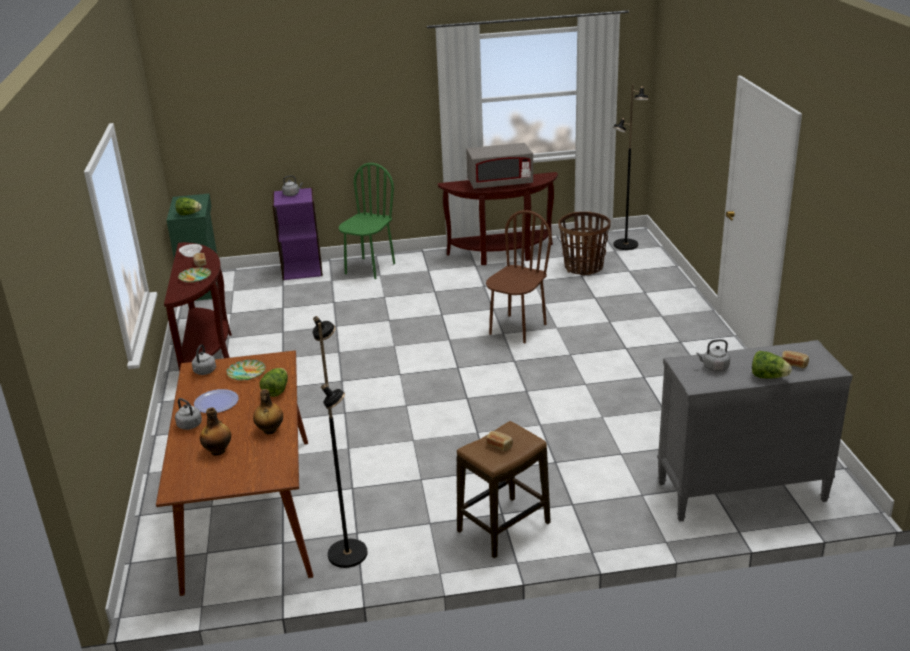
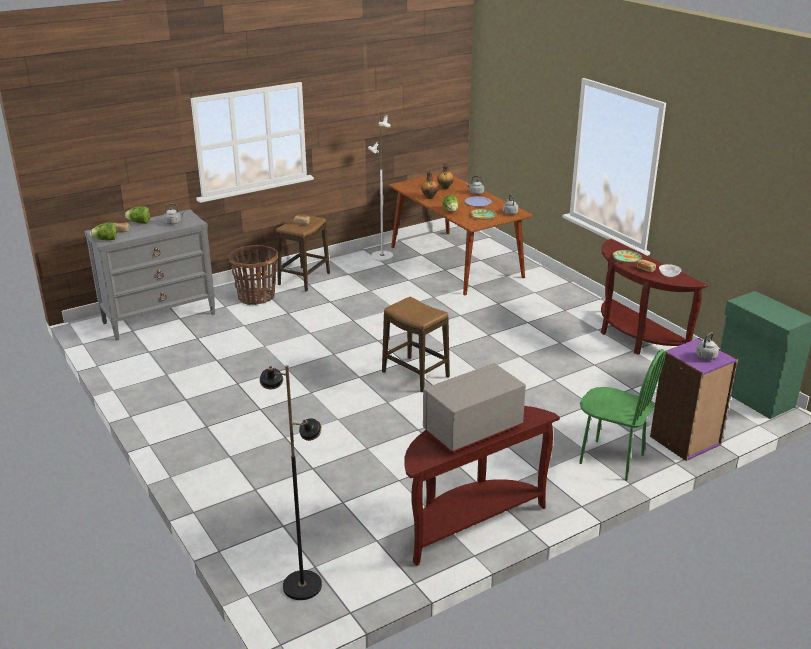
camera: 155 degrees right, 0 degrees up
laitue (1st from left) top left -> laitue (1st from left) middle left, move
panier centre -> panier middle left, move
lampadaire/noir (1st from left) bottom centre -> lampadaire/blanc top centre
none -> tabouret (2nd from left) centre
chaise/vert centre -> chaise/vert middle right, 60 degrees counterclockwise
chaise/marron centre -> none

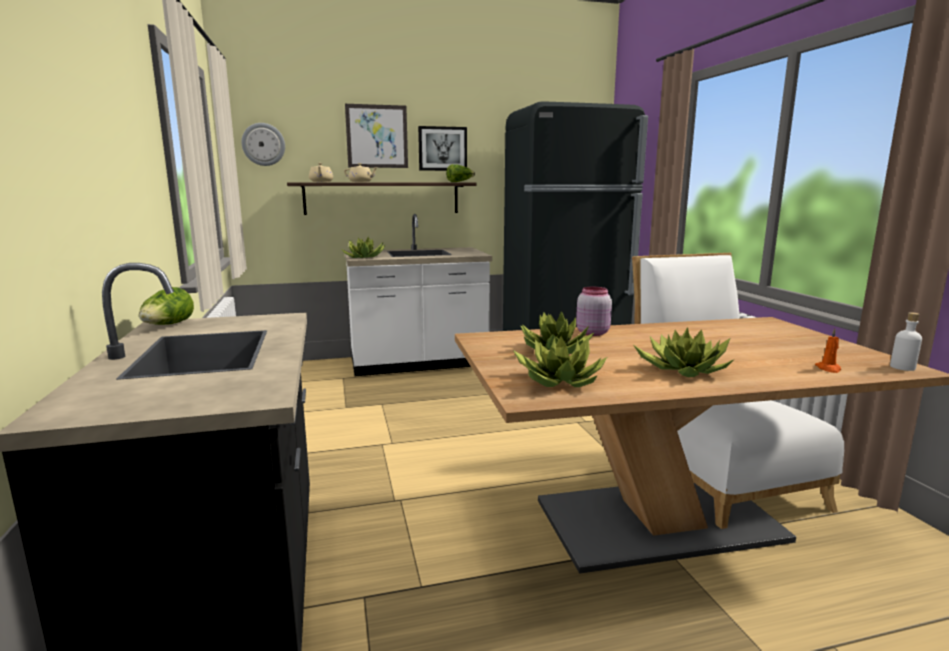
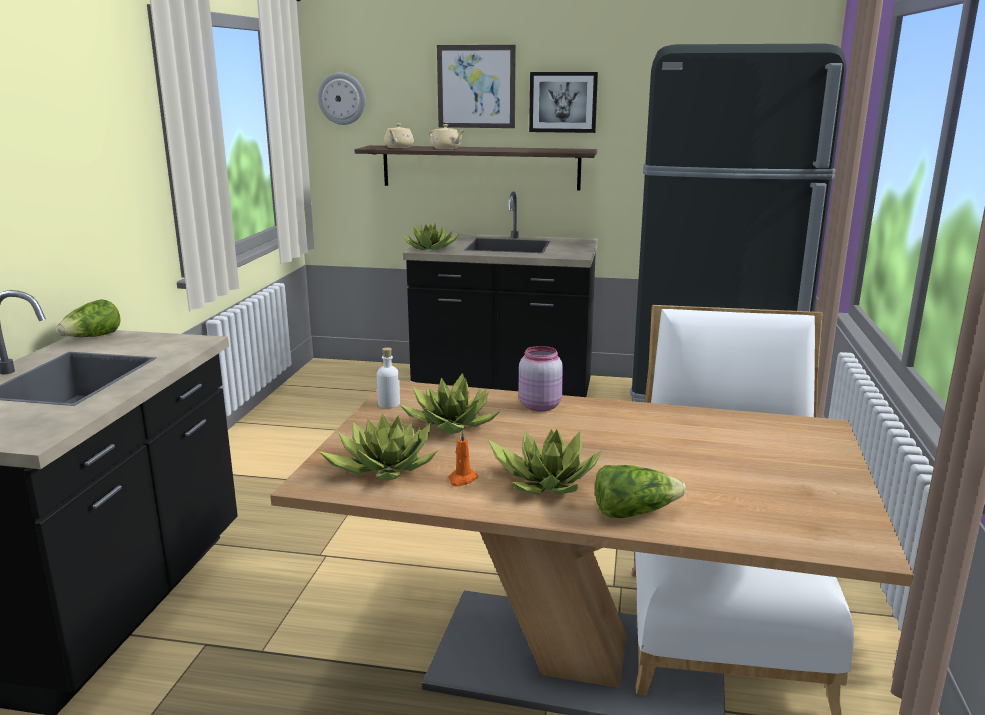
camera: 25 degrees right, 5 degrees up
bouteille/blanc middle right -> bouteille/blanc centre, move
comptoir de cuisine/blanc centre -> comptoir de cuisine/noir (2nd from left) centre
bougie/orange middle right -> bougie/orange centre, move
laitue (2nd from left) top centre -> laitue (2nd from left) bottom centre, move

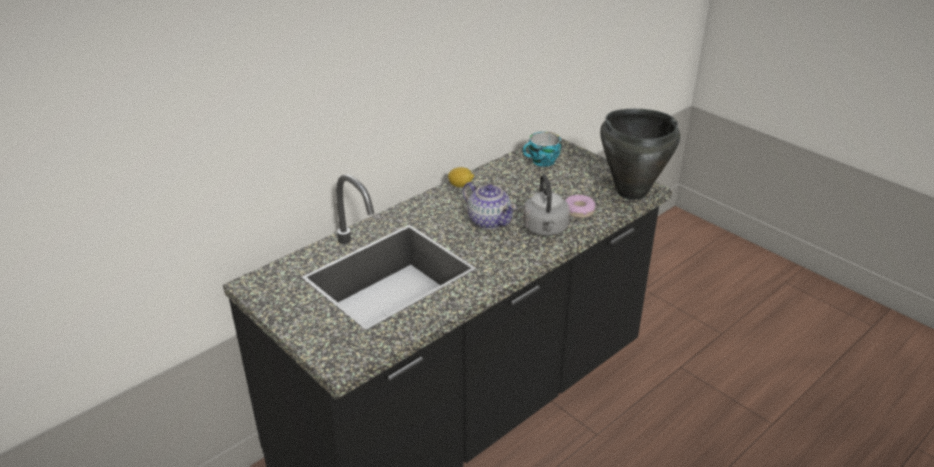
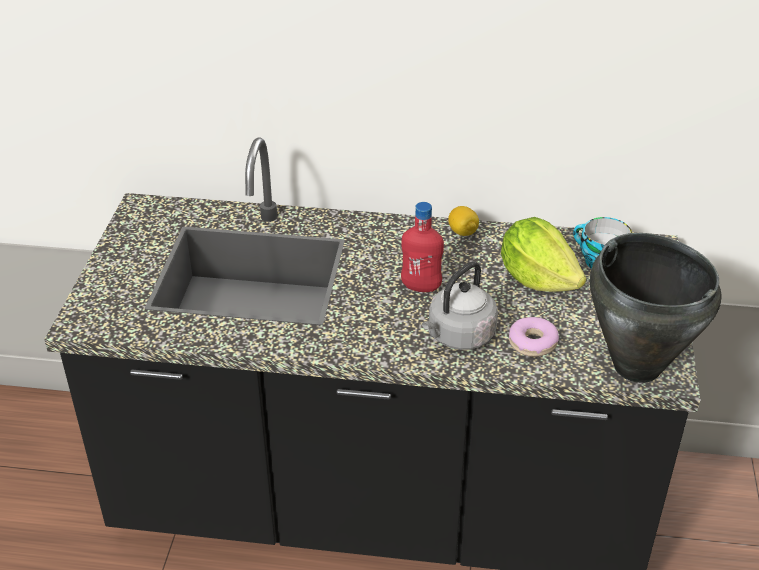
camera: 50 degrees right, 5 degrees up
théière centre -> bouteille/rouge centre
none -> laitue middle right

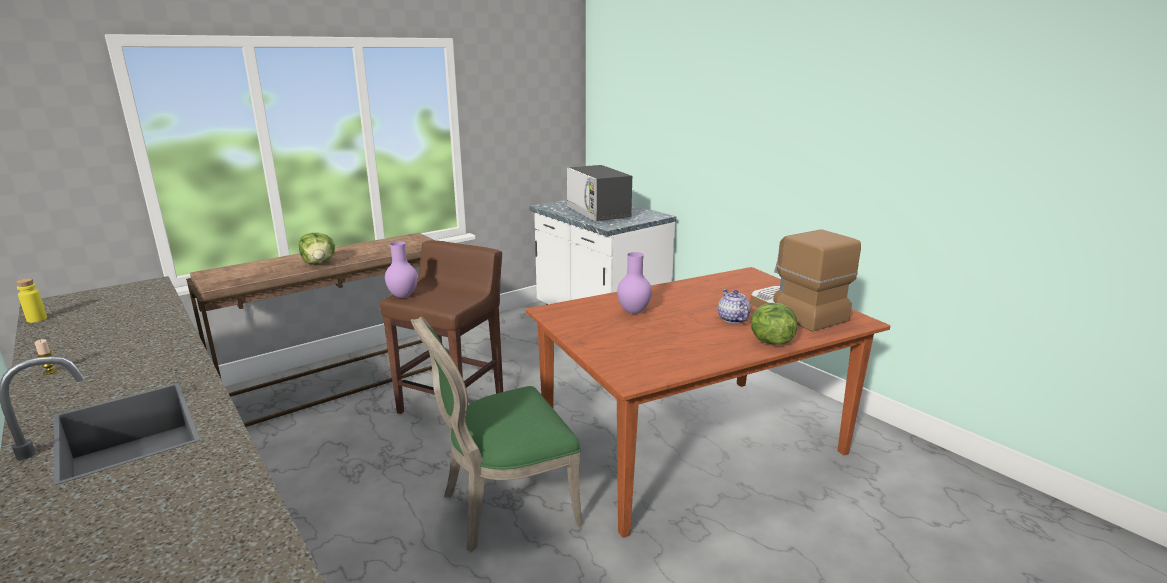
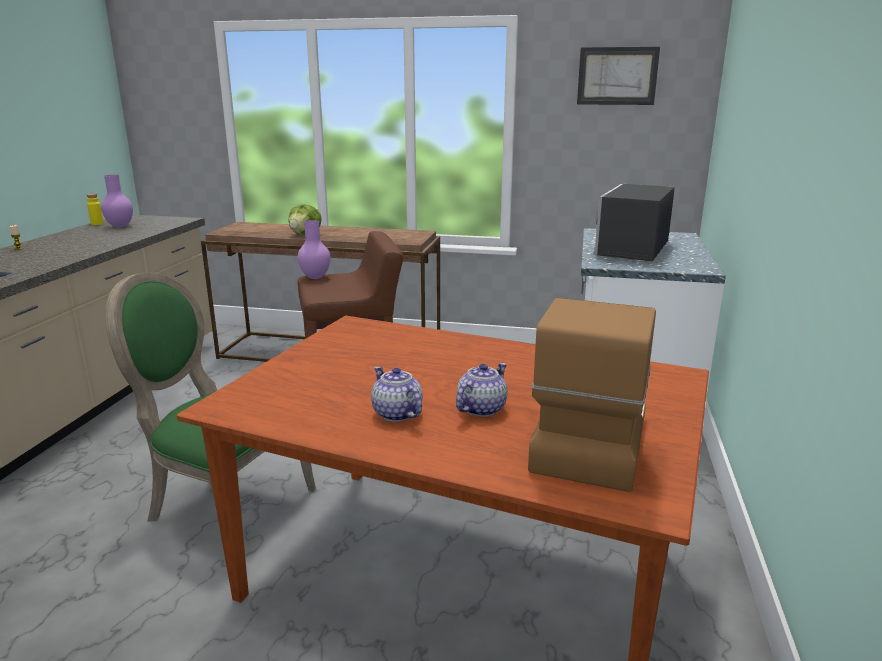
camera: 50 degrees right, 0 degrees up
vase/violet (2nd from left in the first image) centre -> vase/violet (1st from left) top left, move
none -> théière (1st from left) centre
none -> tableau top right
laitue (2nd from left) centre -> none

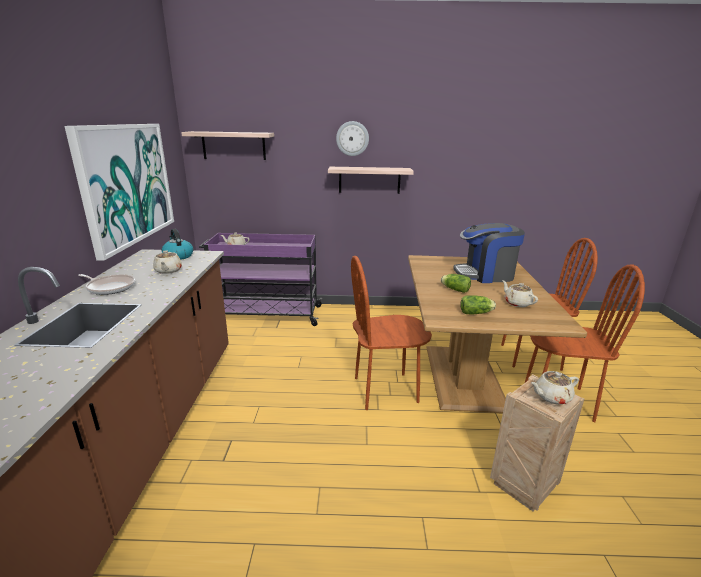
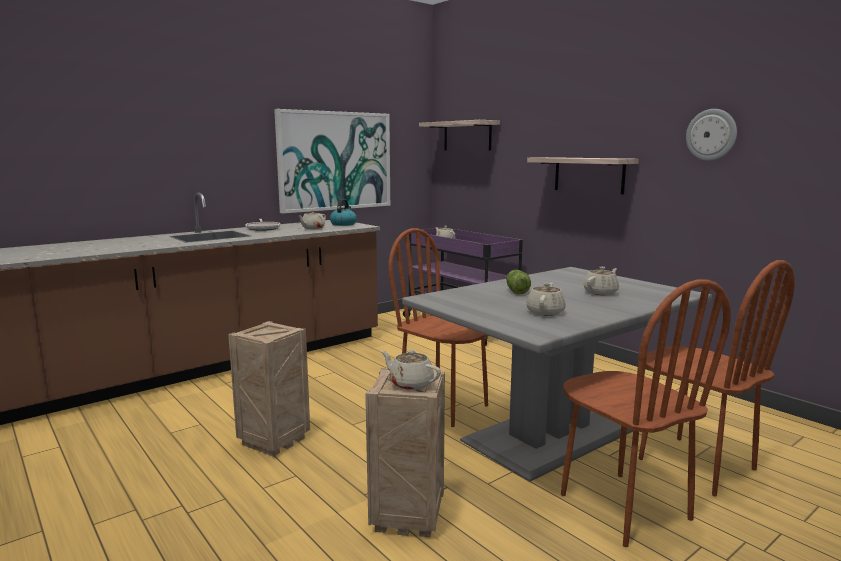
camera: 50 degrees right, 10 degrees down
none -> caisse (1st from left) bottom left
table à manger/marron middle right -> table à manger/gris bottom centre
machine à café middle right -> théière/beige (5th from left) middle right
horloge murale top centre -> horloge murale top right, move
laitue (2nd from left) middle right -> none

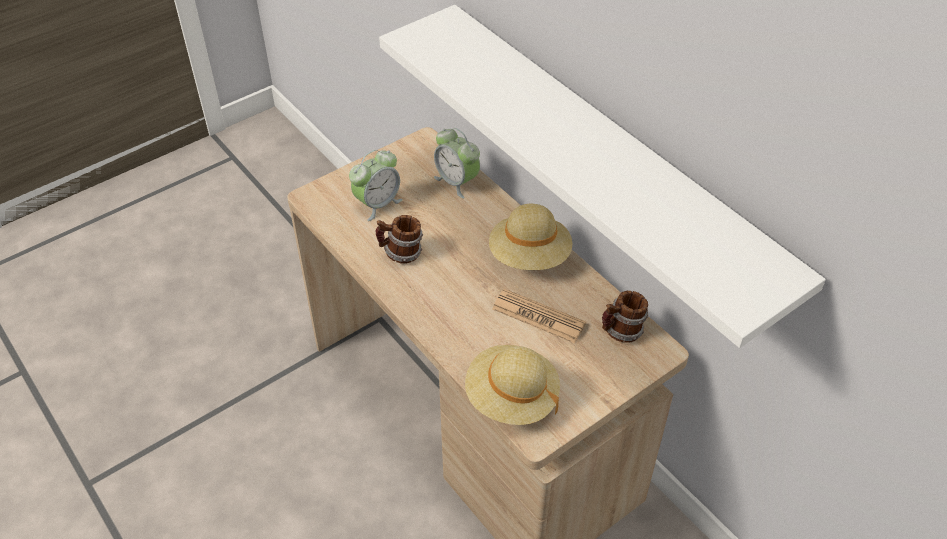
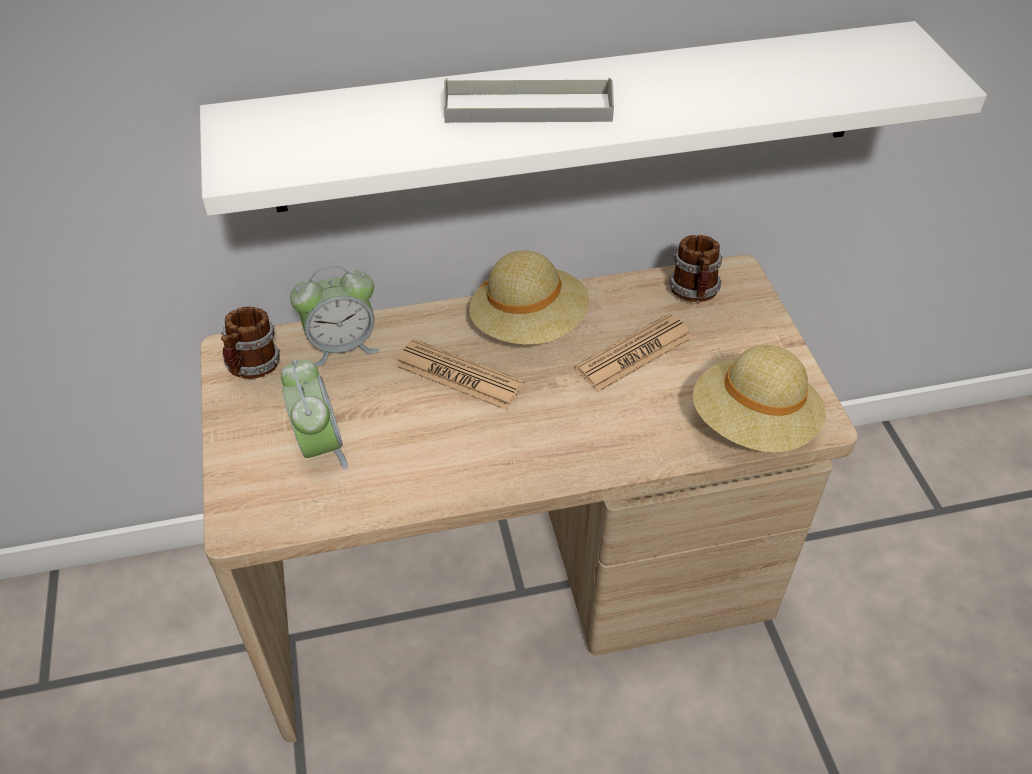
camera: 65 degrees left, 0 degrees up
mug (1st from left) centre -> mug (1st from left) middle left, move
none -> journal (1st from left) centre
none -> plateau/gris top centre

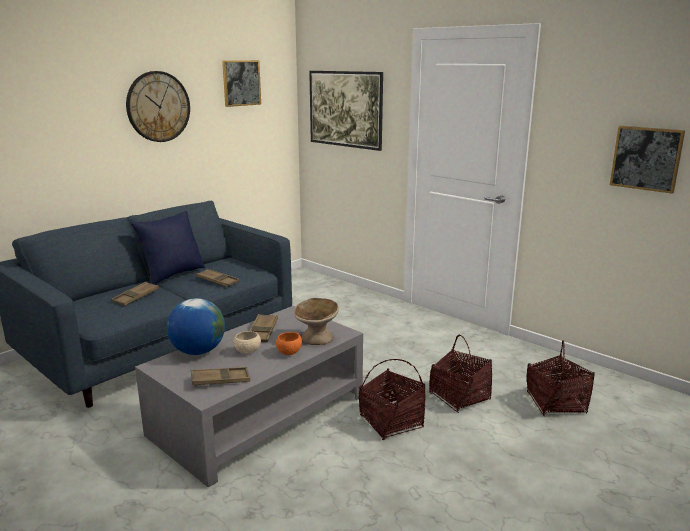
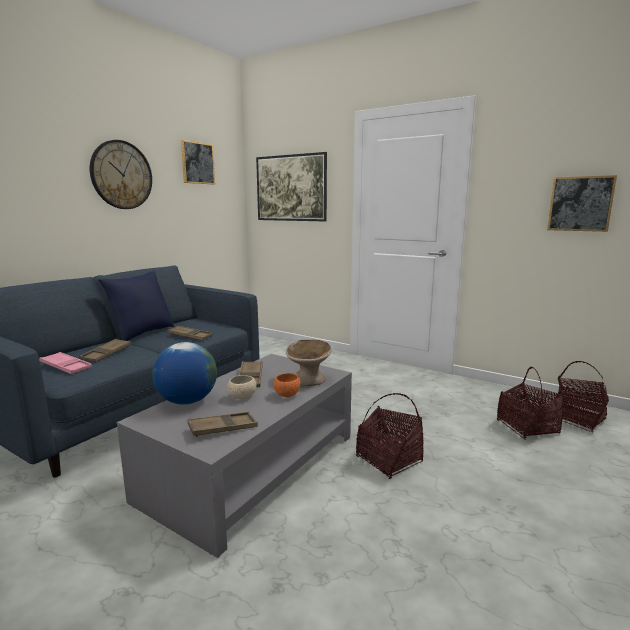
camera: 10 degrees left, 5 degrees down
none -> plateau/rose middle left
panier (2nd from left in the first image) bottom right -> panier (3rd from left) middle right, move

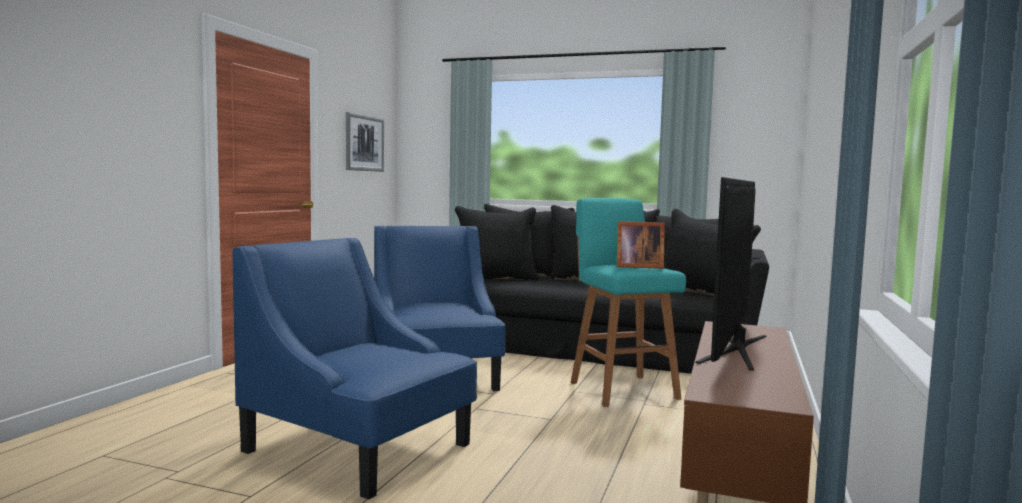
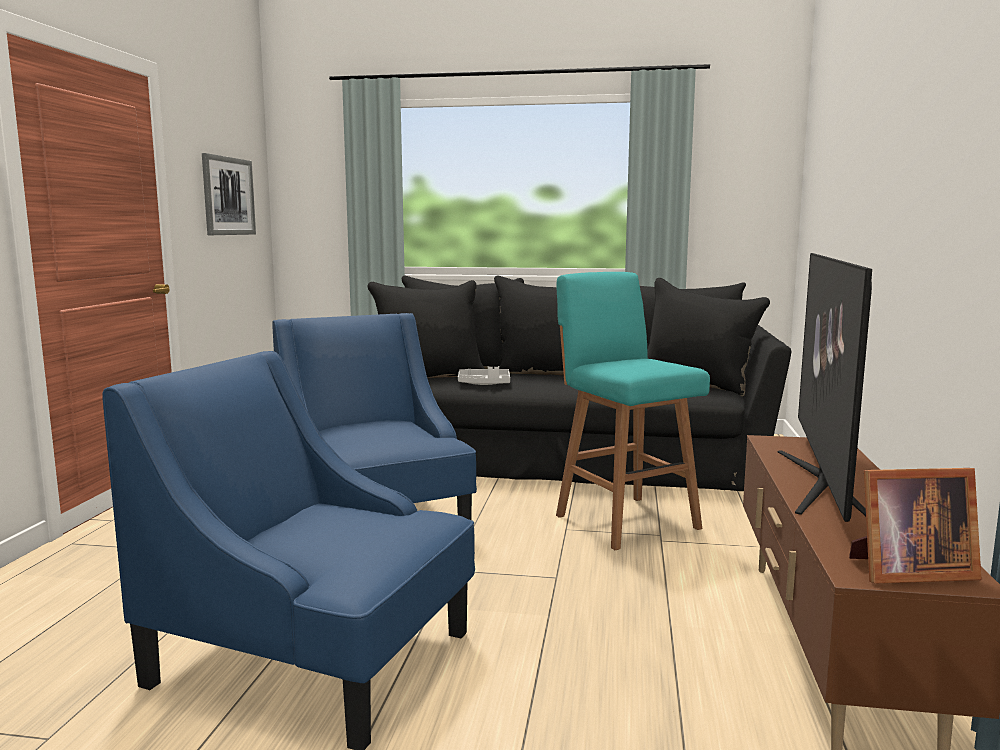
camera: 10 degrees left, 5 degrees up
none -> plateau/gris centre
cadre photo centre -> cadre photo bottom right, move

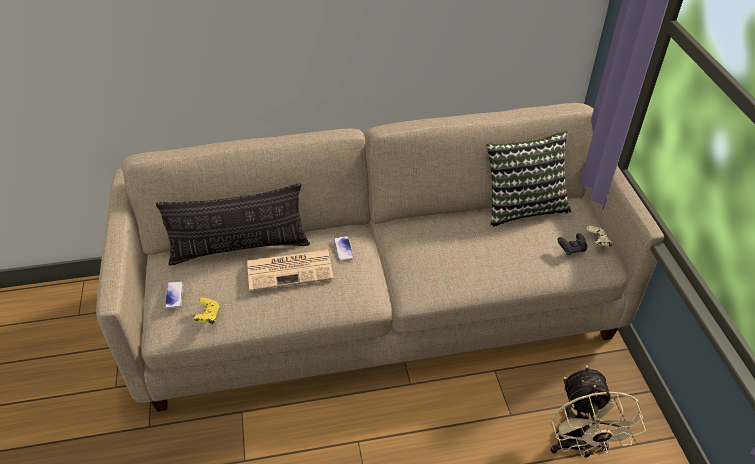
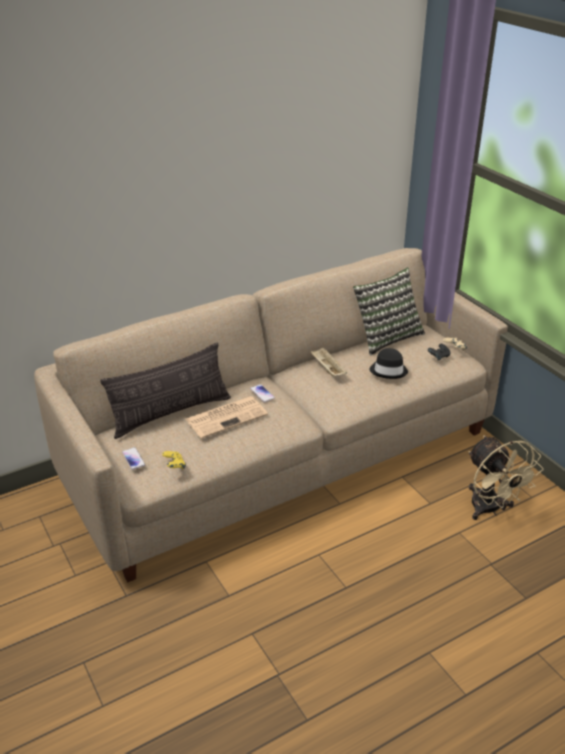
camera: 20 degrees left, 10 degrees down
none -> plateau/beige centre
none -> chapeau/noir middle right

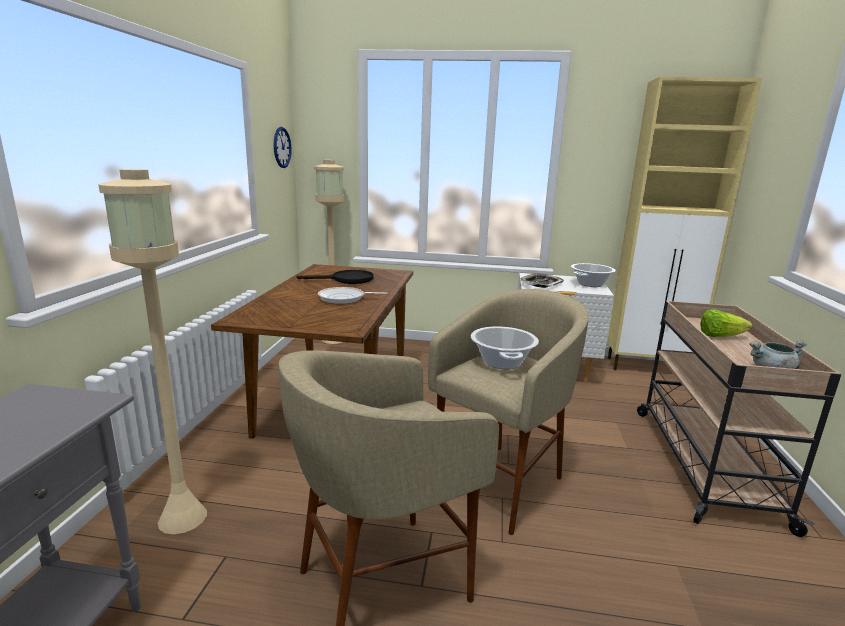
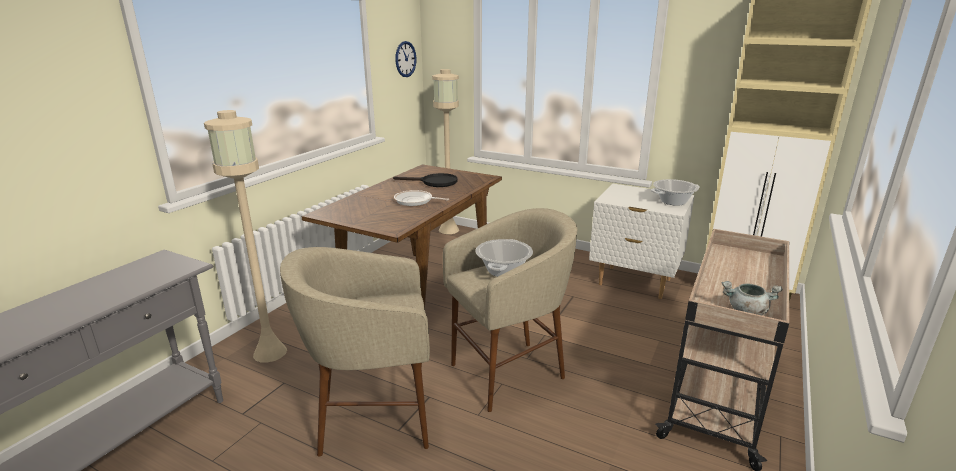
camera: 20 degrees right, 5 degrees up
plateau centre -> none
laitue middle right -> none

